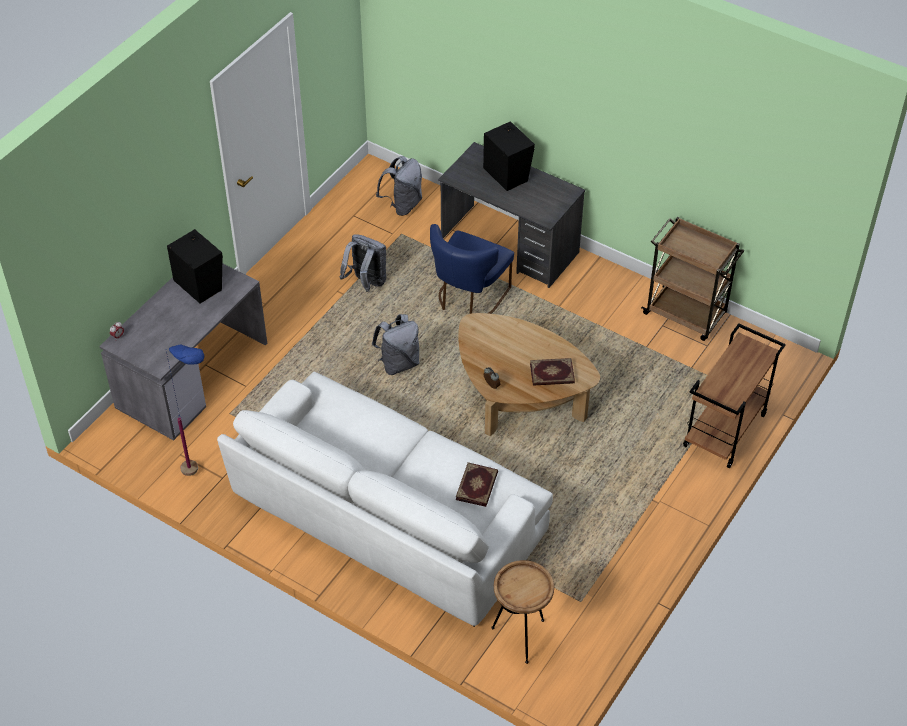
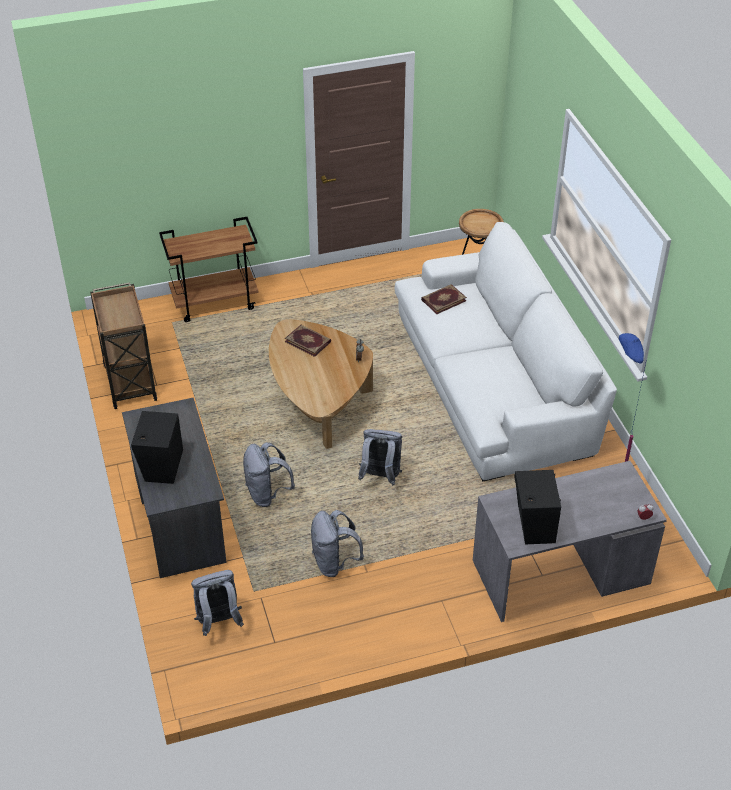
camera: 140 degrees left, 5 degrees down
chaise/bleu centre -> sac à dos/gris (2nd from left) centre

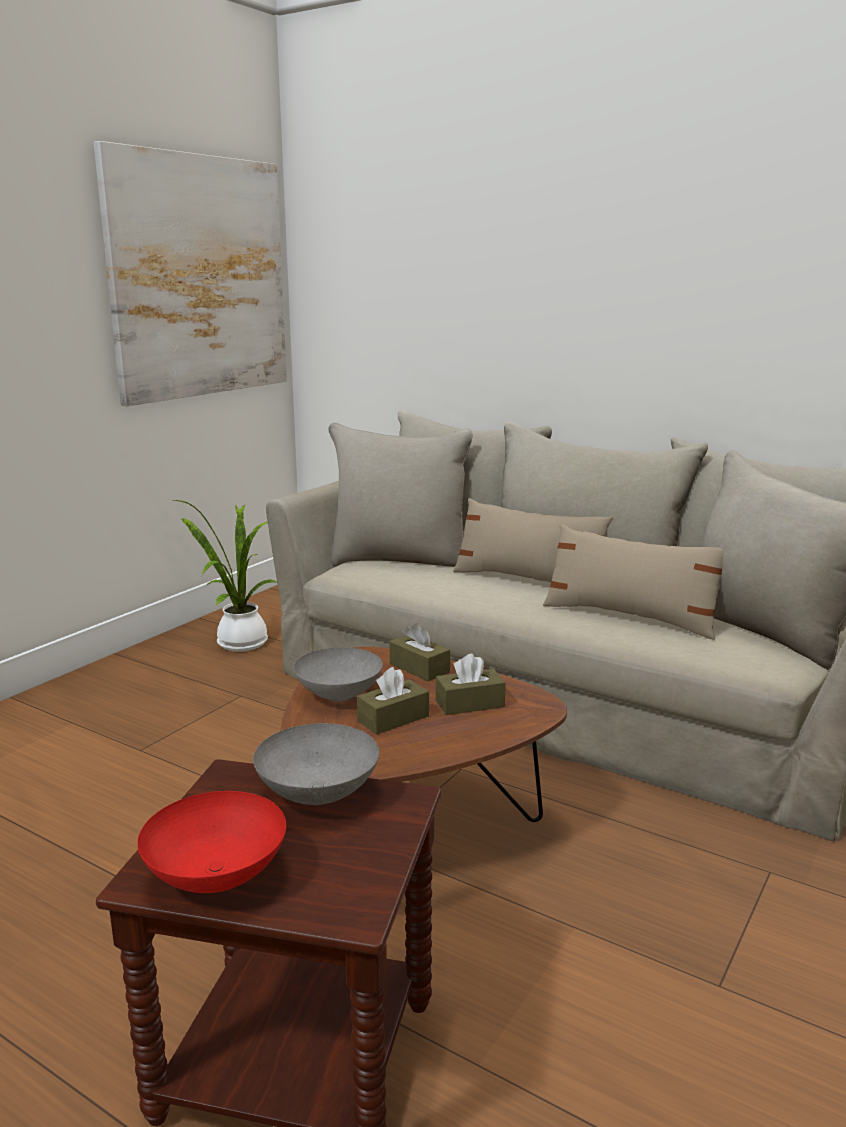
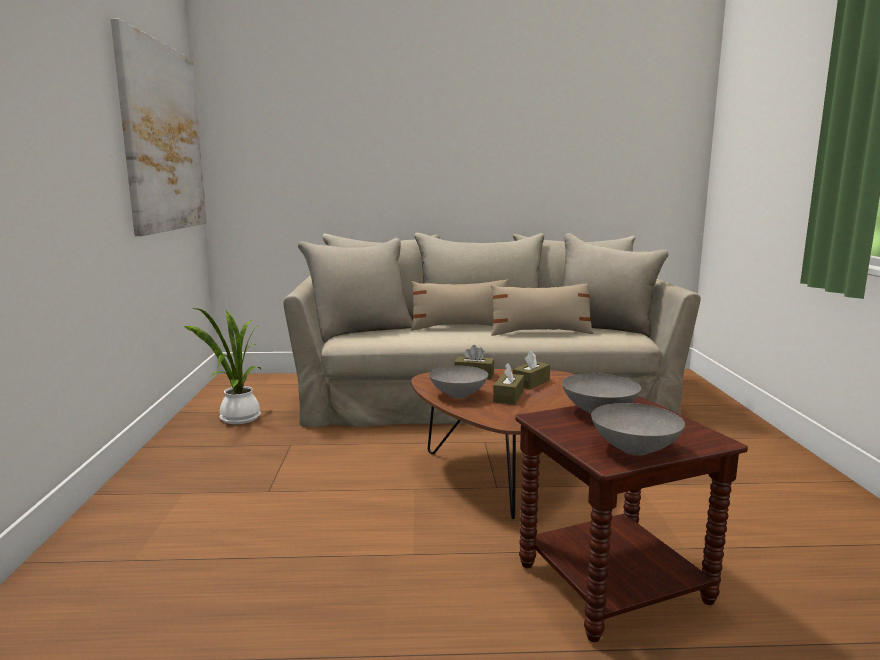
camera: 35 degrees left, 5 degrees down
bol/rouge bottom left -> bol/gris (3rd from left) middle right

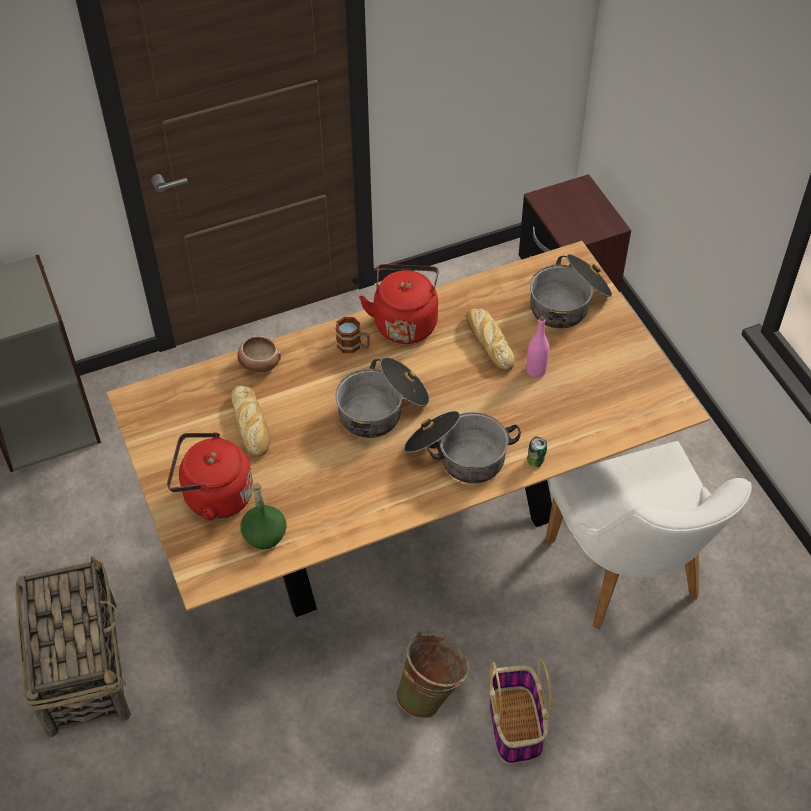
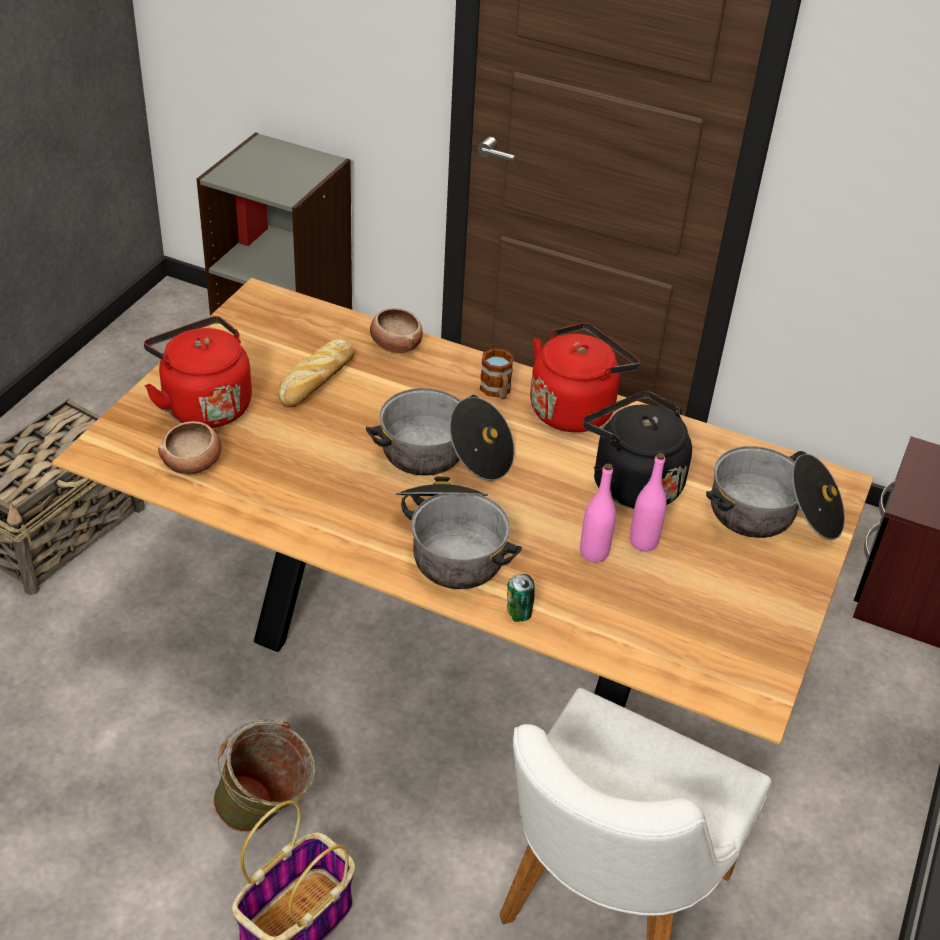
camera: 45 degrees right, 10 degrees down
bouteille/vert middle left -> bol (1st from left) middle left
none -> bouteille/rose (1st from left) centre
pain (2nd from left) centre -> bouilloire/noir middle right

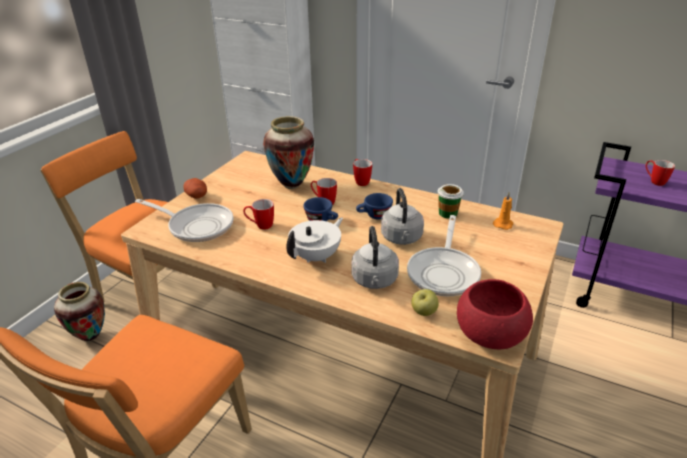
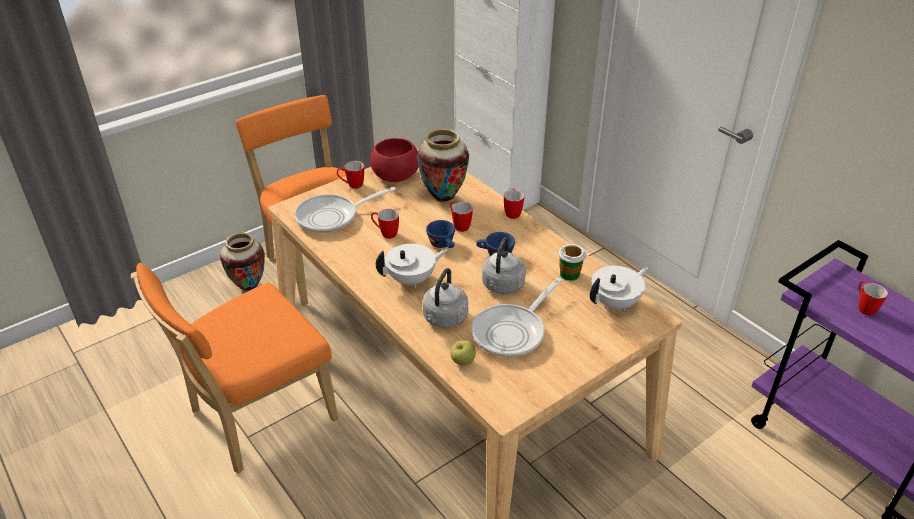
camera: 25 degrees right, 5 degrees up
poêle (1st from left) middle left -> poêle (1st from left) centre, 105 degrees clockwise
pomme de terre middle left -> mug (1st from left) centre
bol/rouge bottom right -> bol/rouge top centre, move
bougie/orange middle right -> théière/blanc (2nd from left) middle right

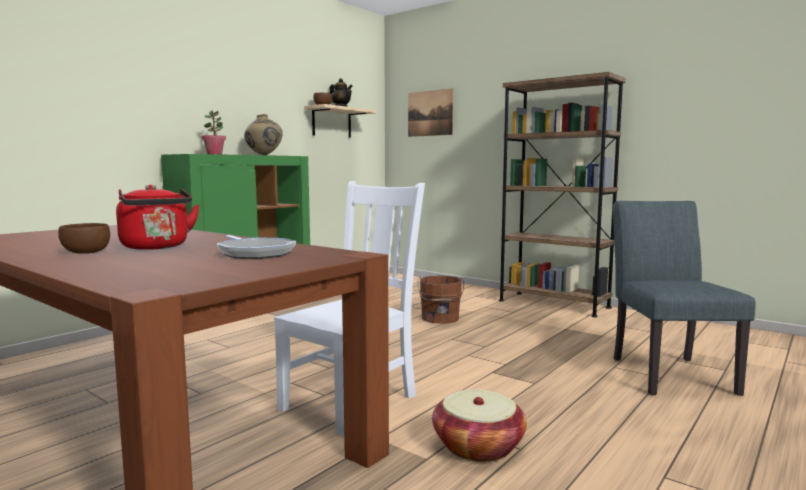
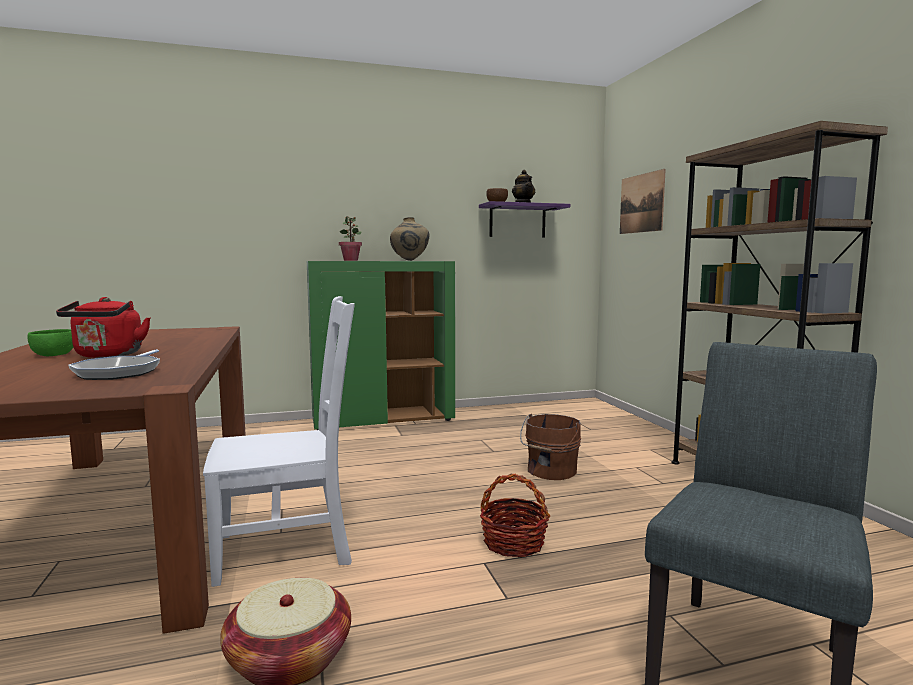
camera: 35 degrees right, 0 degrees up
bol/marron (1st from left) middle left -> bol/vert middle left
étagère/beige top centre -> étagère/violet top centre
none -> panier (2nd from left) bottom centre

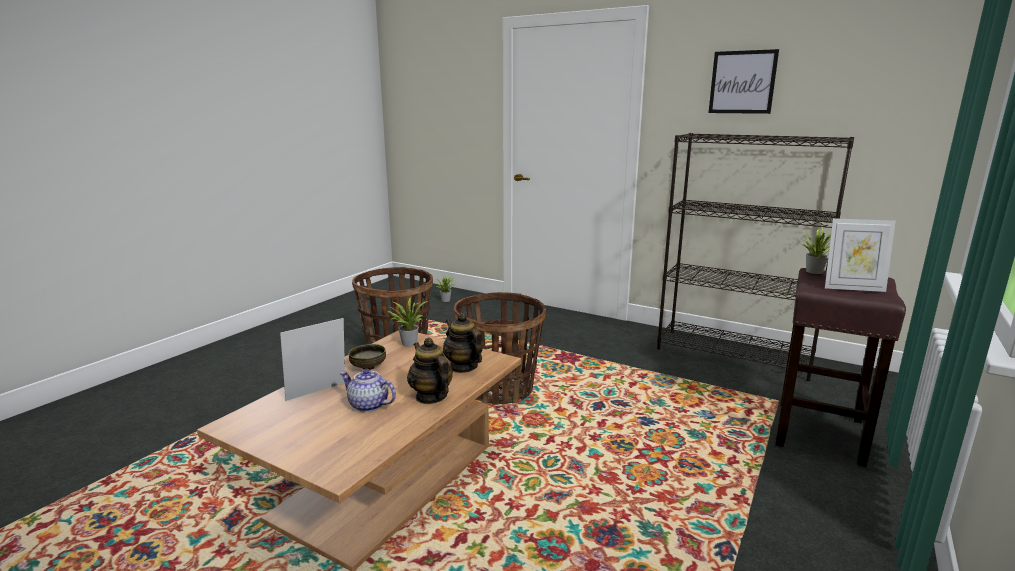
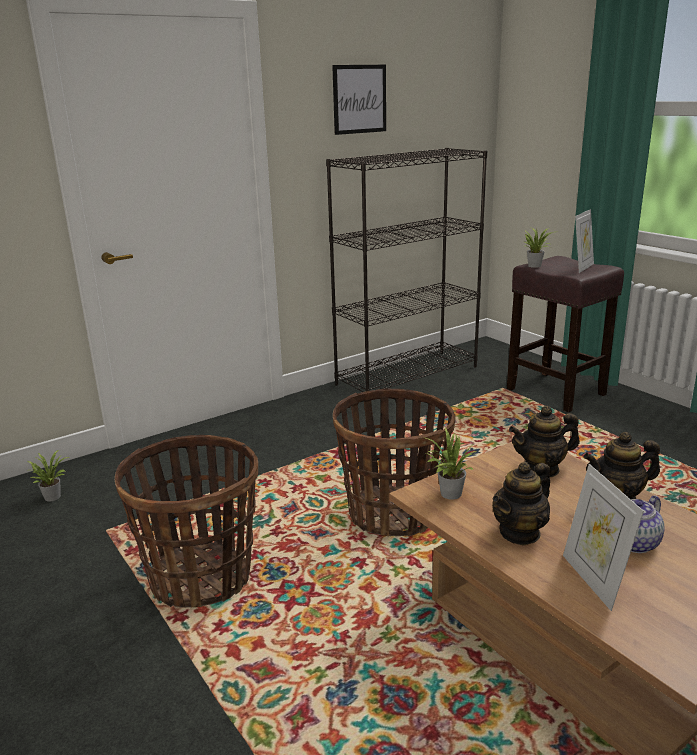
camera: 65 degrees left, 5 degrees up
bol centre -> théière (1st from left) middle right

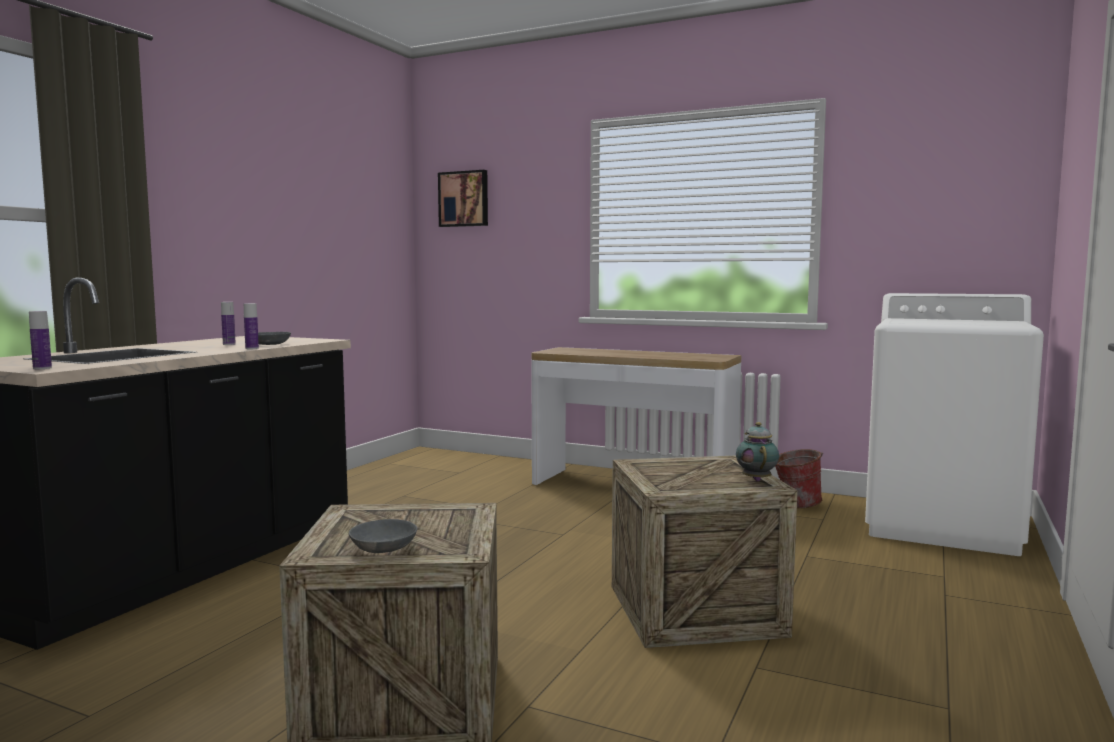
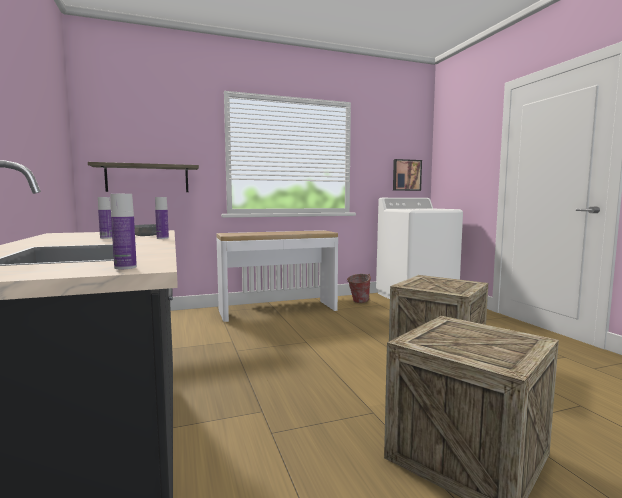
camera: 45 degrees left, 0 degrees up
none -> étagère middle left
tableau top centre -> tableau centre, move
bol/gris (2nd from left) bottom centre -> none
théière middle right -> none

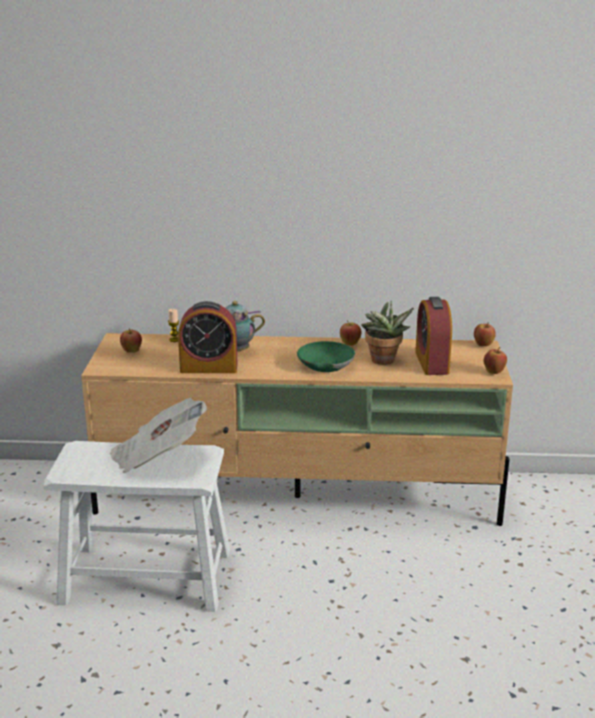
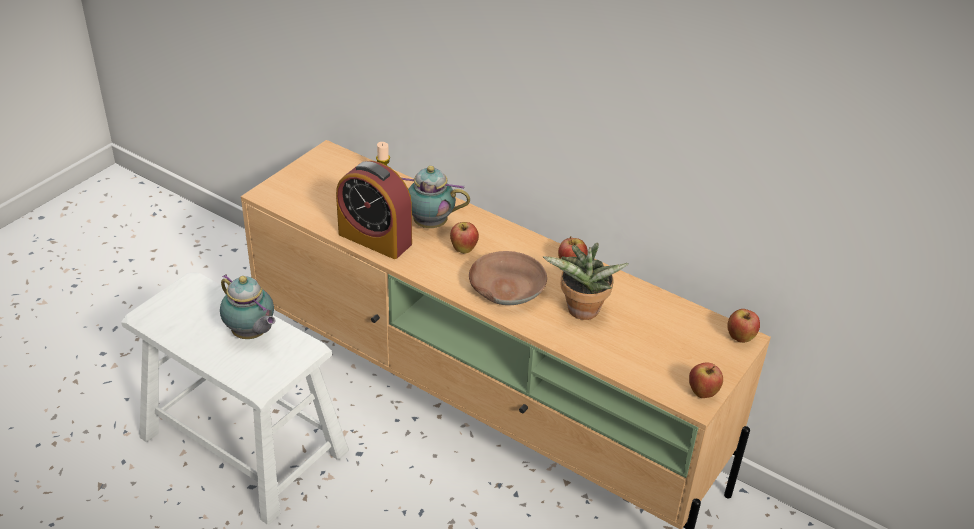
camera: 30 degrees right, 15 degrees up
journal middle left -> théière (1st from left) middle left
pomme (1st from left) middle left -> pomme (1st from left) centre, move
bol/vert centre -> bol/marron centre
réveil (2nd from left) middle right -> none

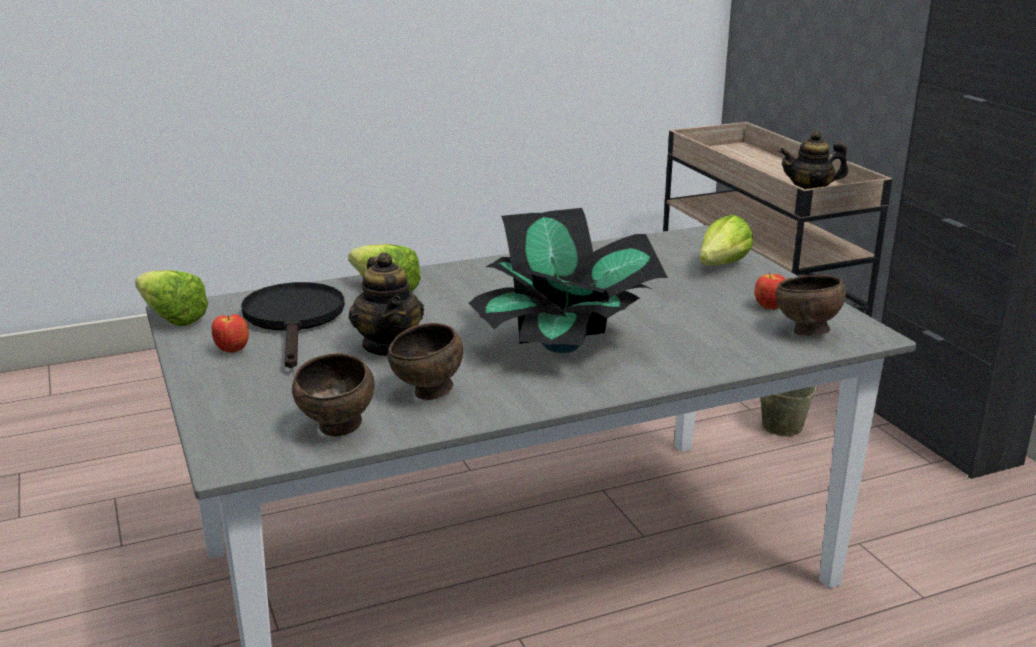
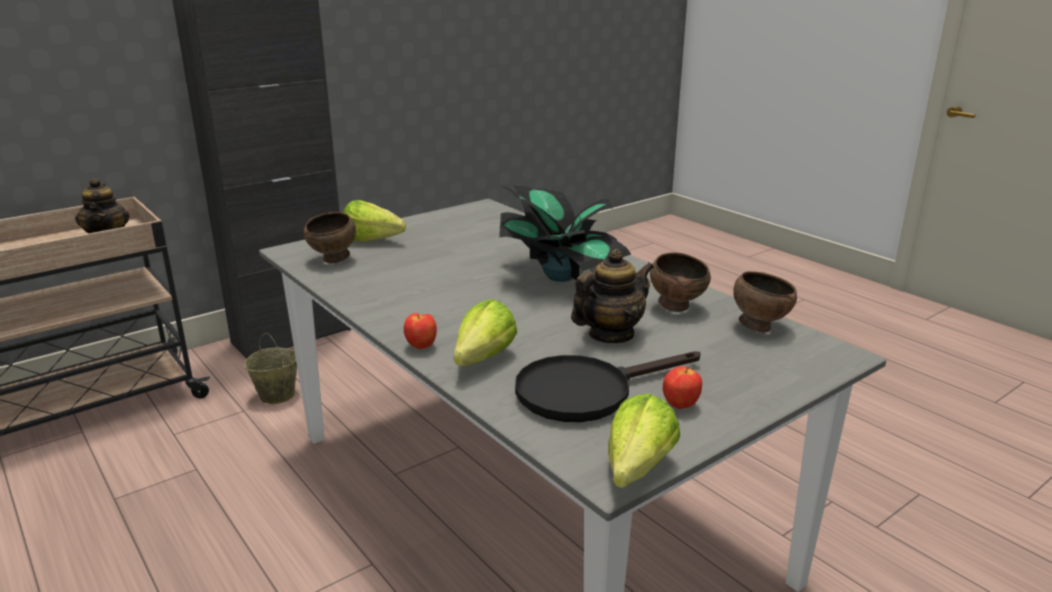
camera: 105 degrees left, 0 degrees up
bol/marron (3rd from left in the first image) middle right -> bol/marron (1st from left) middle left, move
pomme (2nd from left in the first image) middle right -> pomme (1st from left) centre, move

